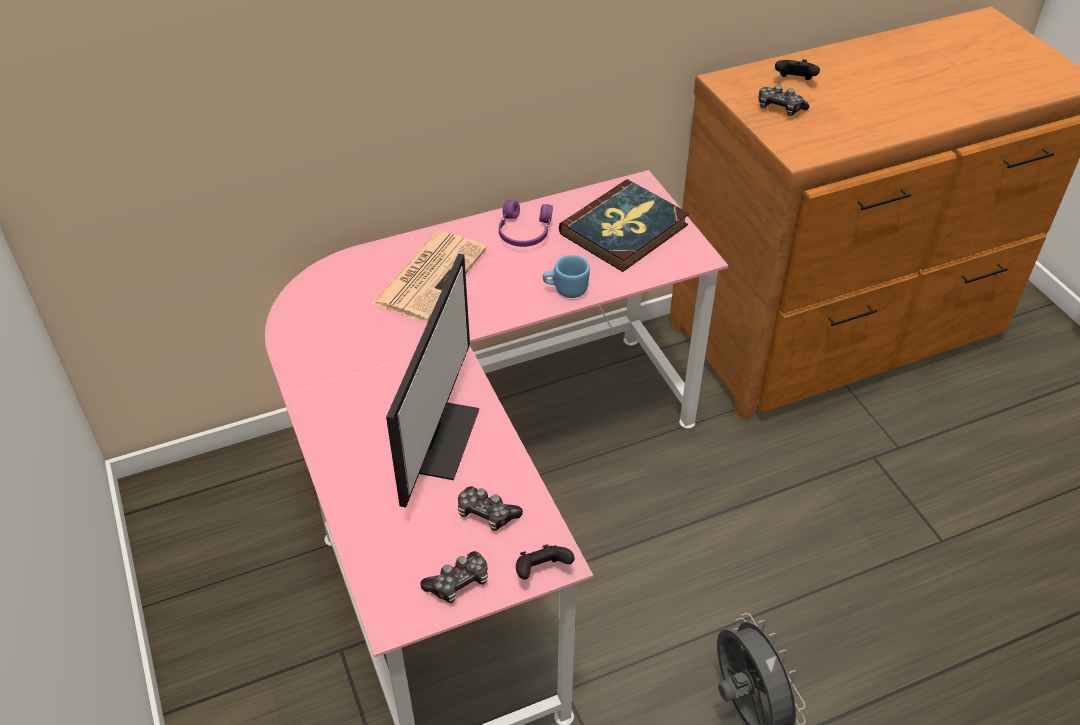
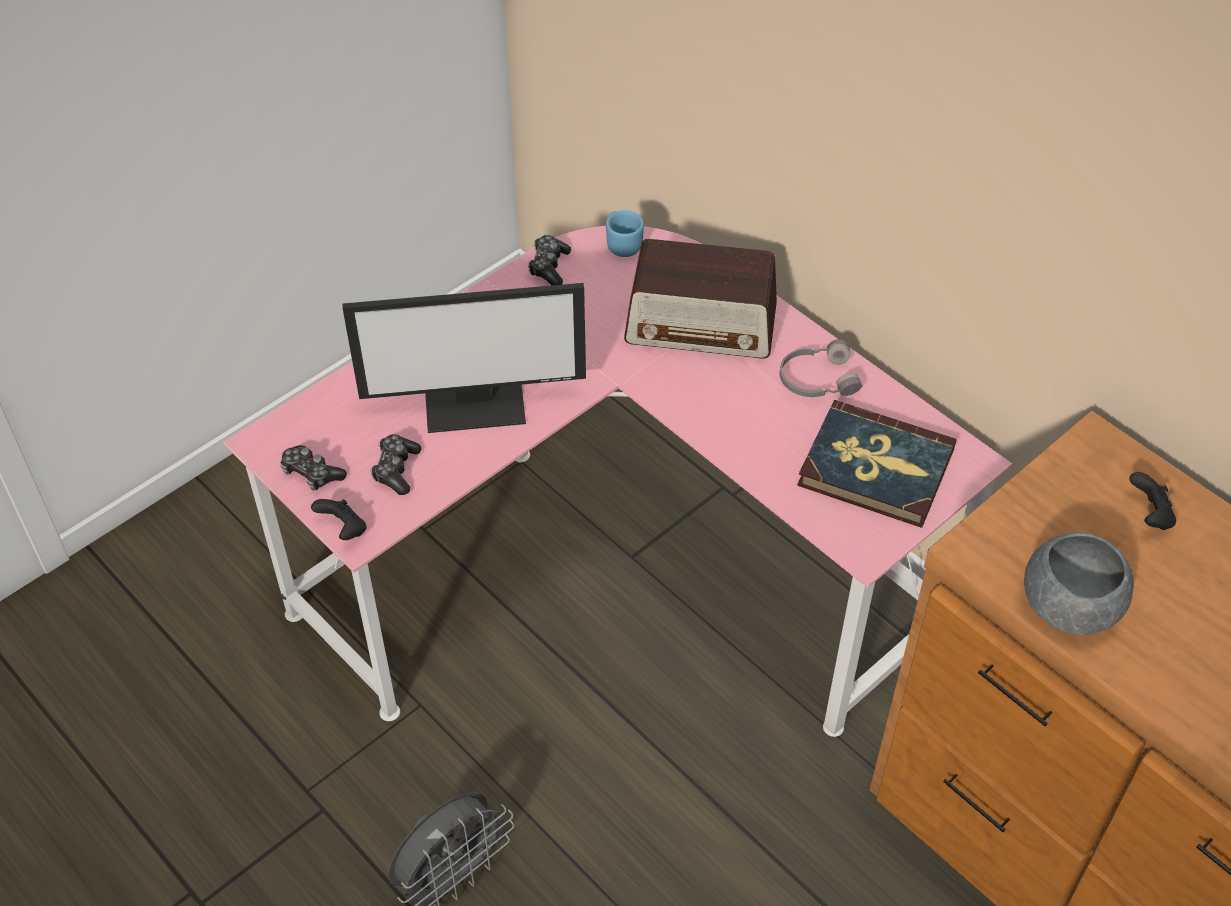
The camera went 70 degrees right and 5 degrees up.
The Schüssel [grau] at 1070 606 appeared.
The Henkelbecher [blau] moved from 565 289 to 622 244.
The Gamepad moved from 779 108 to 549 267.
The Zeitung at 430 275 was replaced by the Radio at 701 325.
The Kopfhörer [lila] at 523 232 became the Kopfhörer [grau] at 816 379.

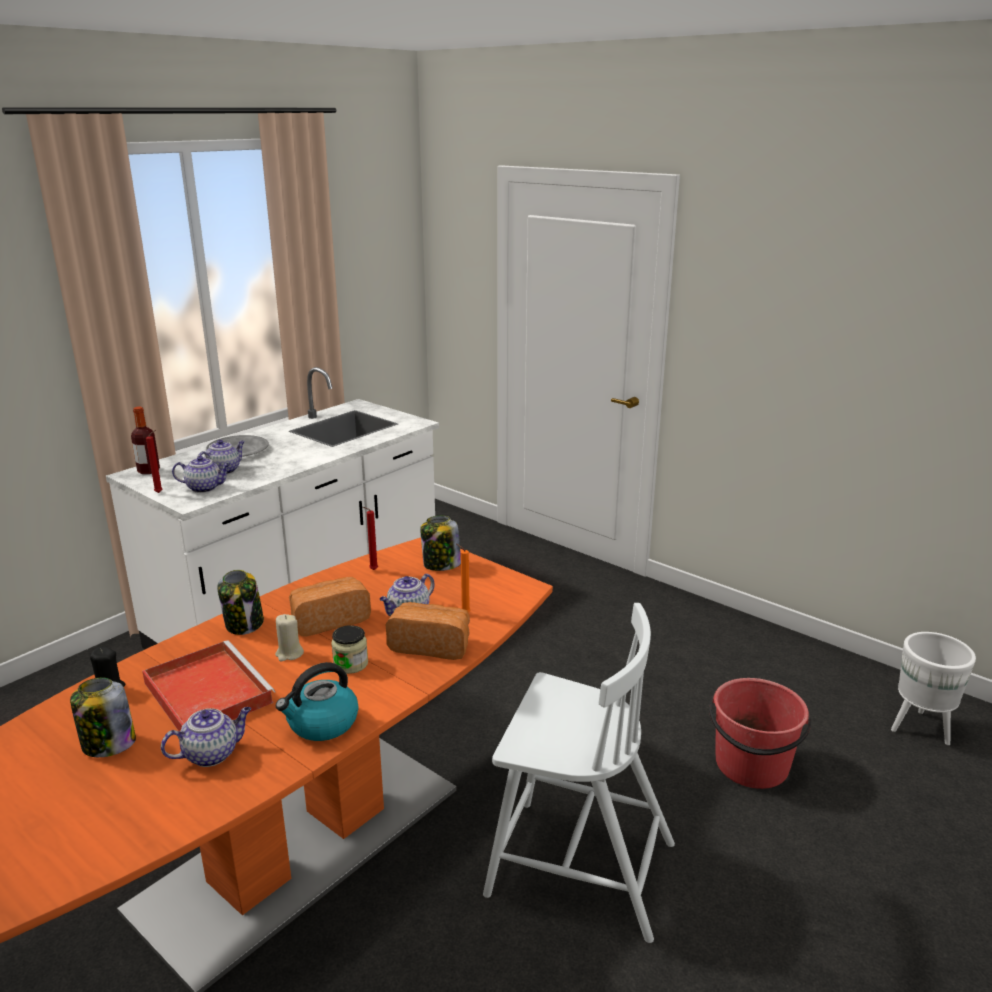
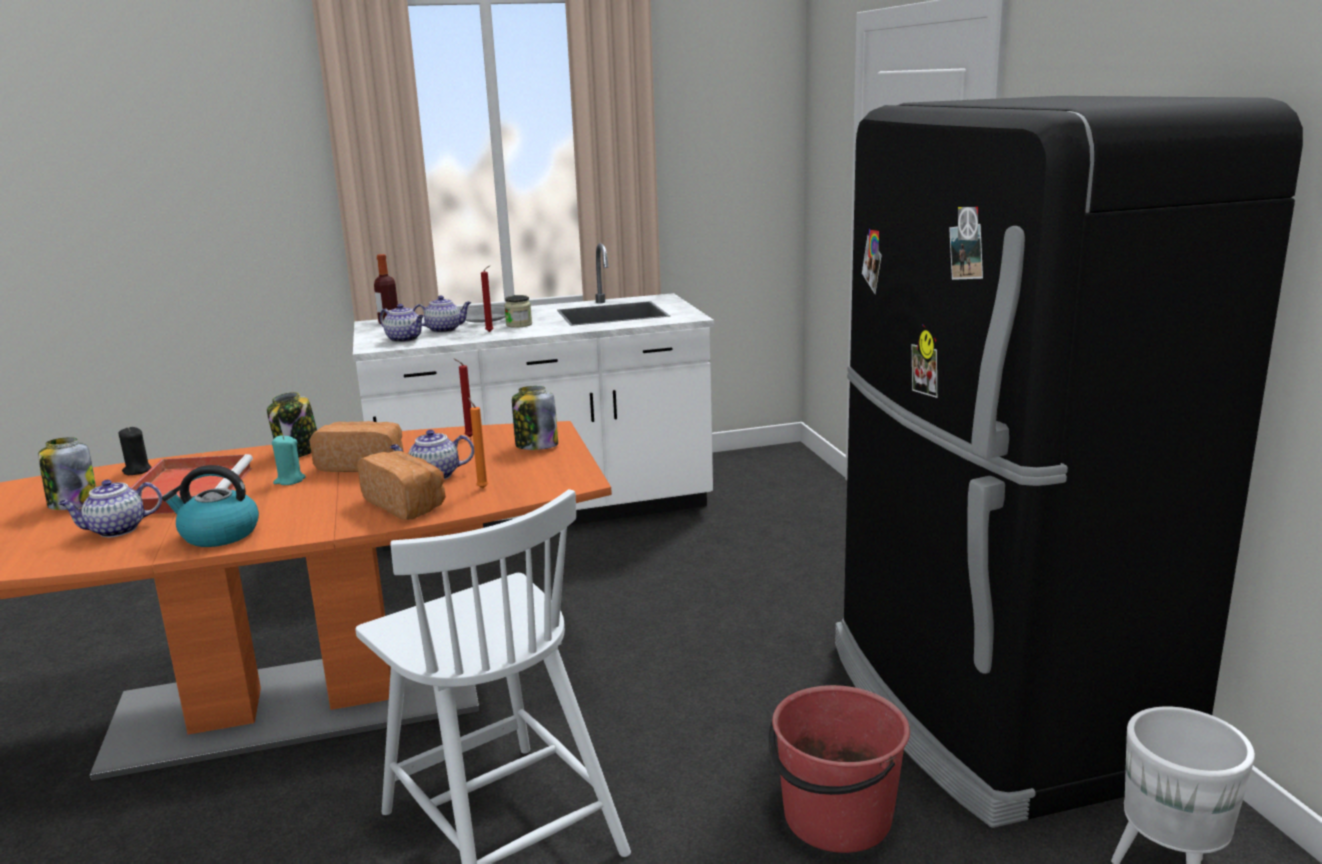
The camera went 35 degrees right and 5 degrees down.
The Kühlschrank [schwarz] at 992 709 appeared.
The Kerze [rot] moved from 160 492 to 490 332.
The Vorratsglas moved from 350 664 to 519 324.
The Kerze [beige] at 289 654 became the Kerze [türkis] at 289 480.
The Teekanne at 212 754 turned 150 degrees clockwise.

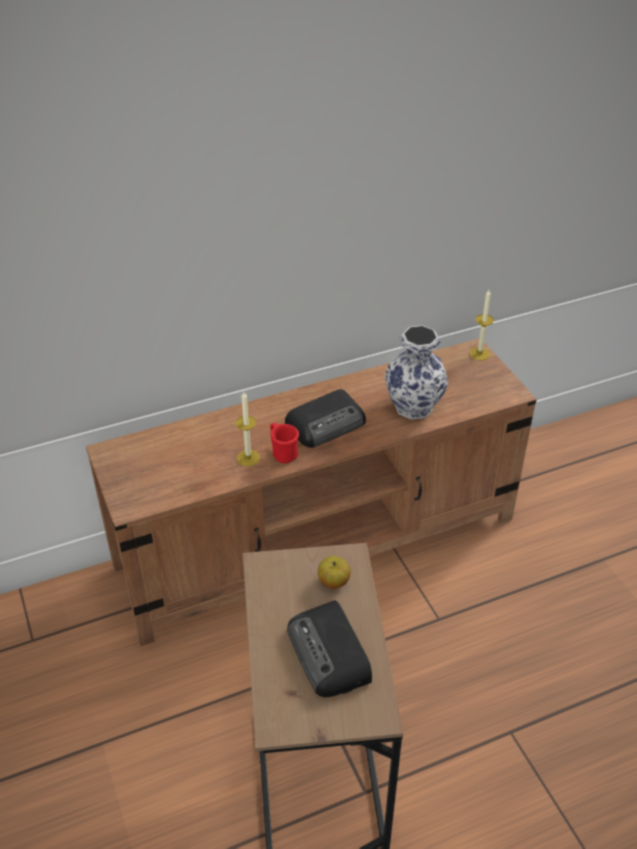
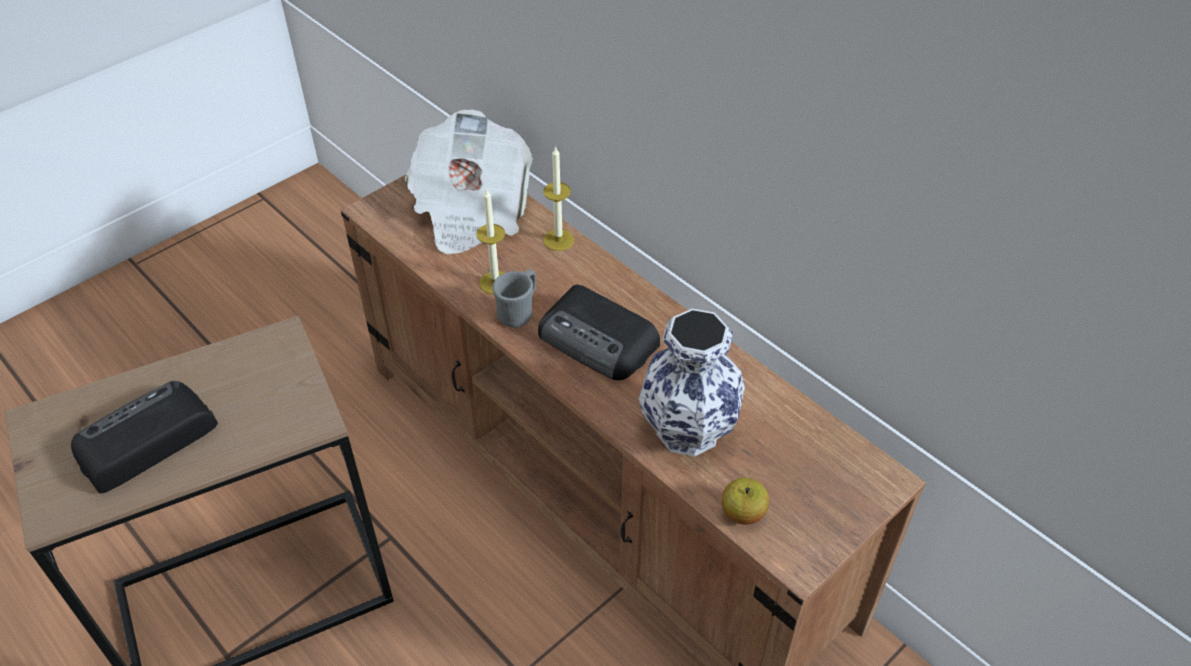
The camera went 70 degrees right and 5 degrees up.
The Zeitung at 471 210 appeared.
The Apfel moved from 334 581 to 743 513.
The Kerze moved from 479 354 to 558 240.
The Henkelbecher [rot] at 282 453 became the Henkelbecher [grau] at 519 312.

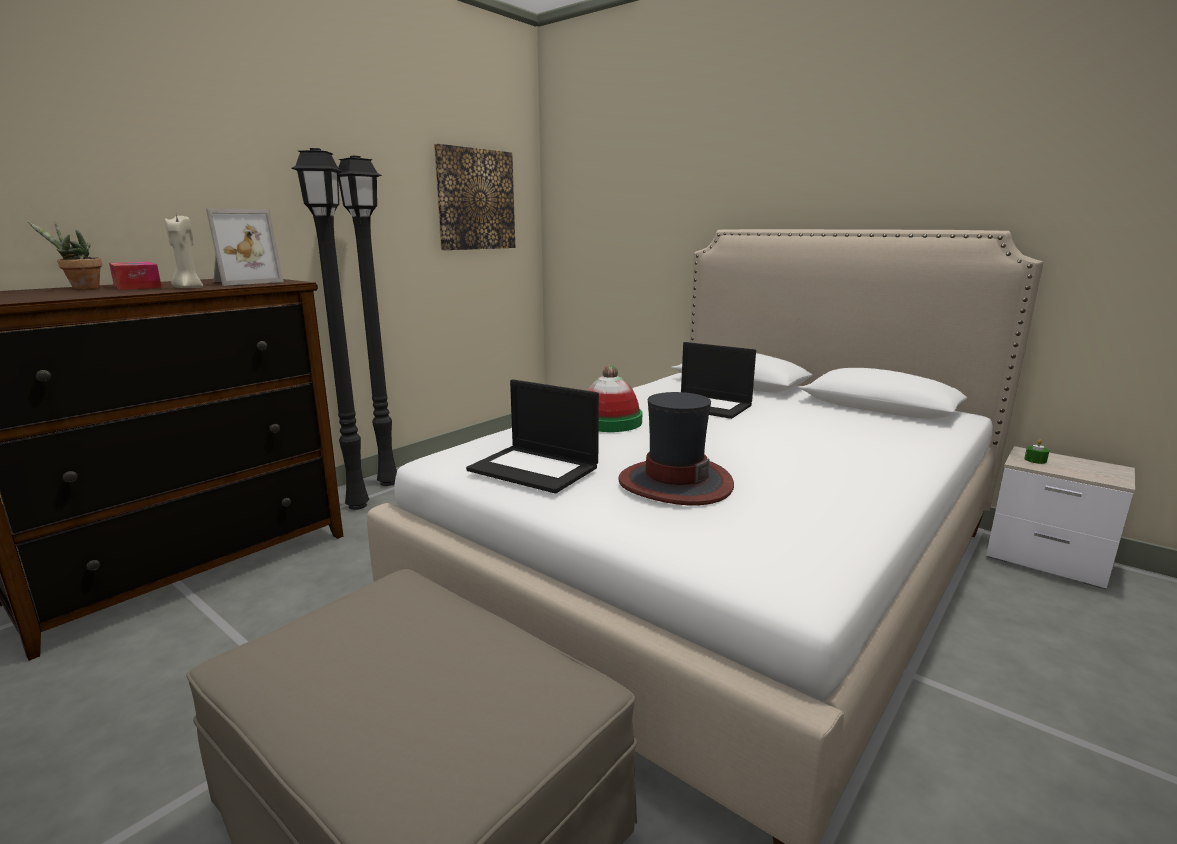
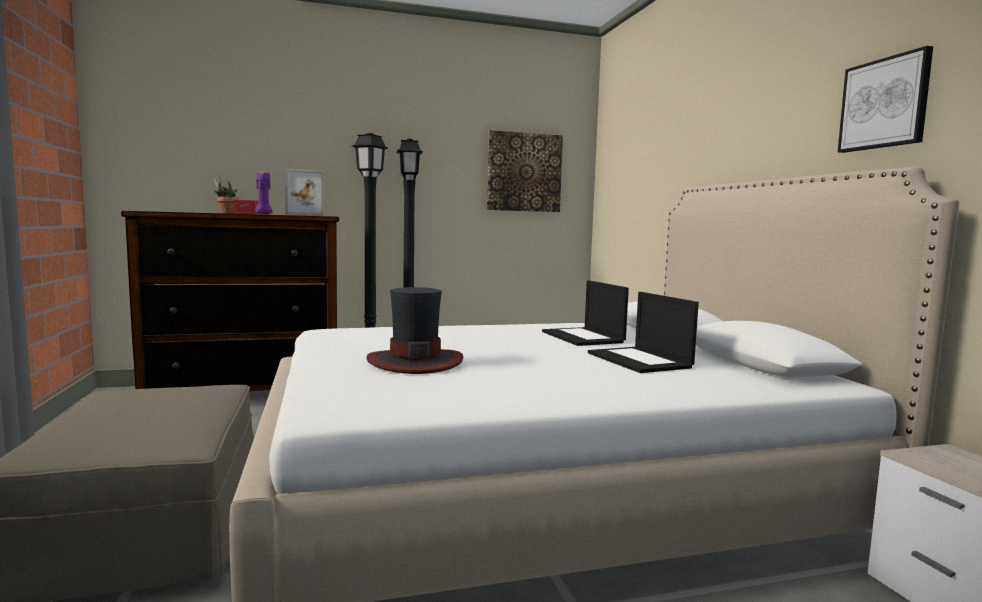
The camera went 35 degrees right and 10 degrees down.
The Hut at 609 422 disappeared.
The Kerze [grün] at 1035 460 disappeared.
The Bild at 884 103 appeared.
The Laptop moved from 535 469 to 640 360.
The Kerze [beige] at 188 288 became the Kerze [lila] at 263 214.

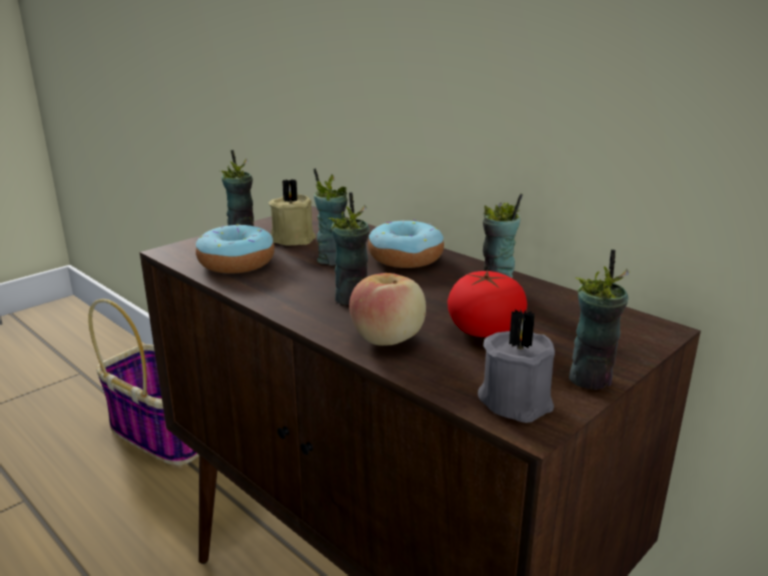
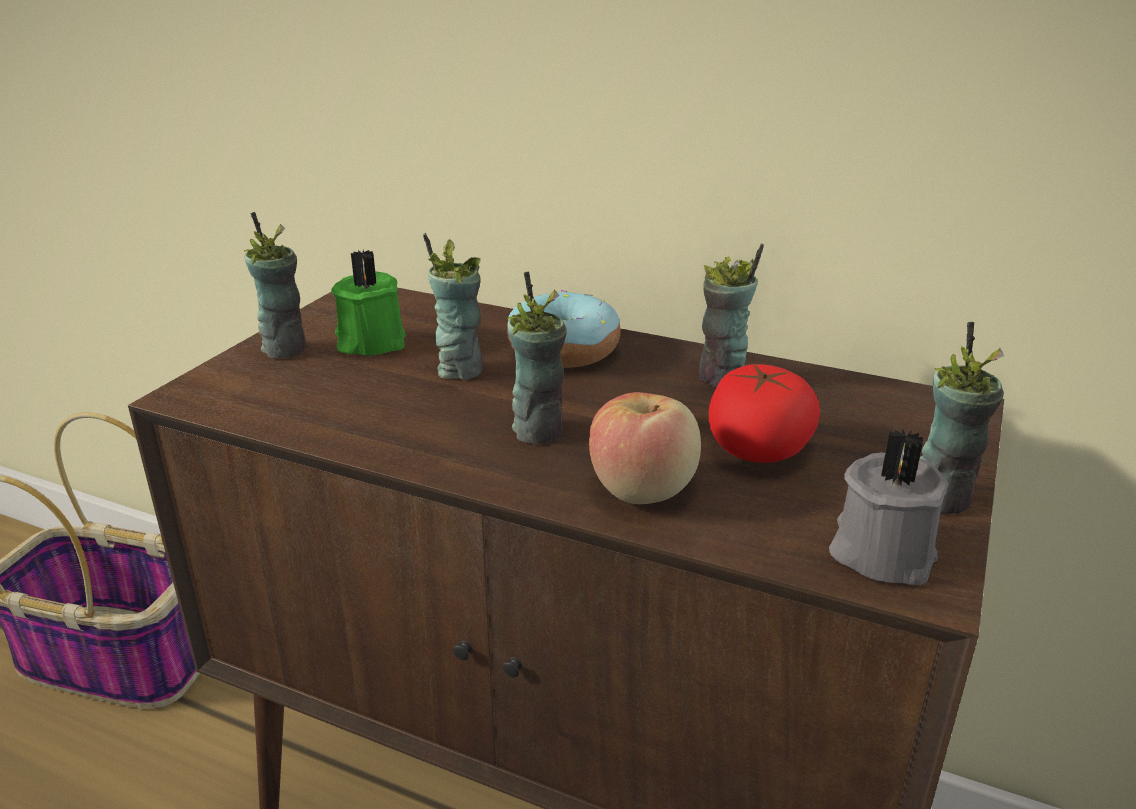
The camera went 20 degrees left and 5 degrees up.
The Donut at 236 263 disappeared.
The Kerze [beige] at 292 238 became the Kerze [grün] at 370 342.

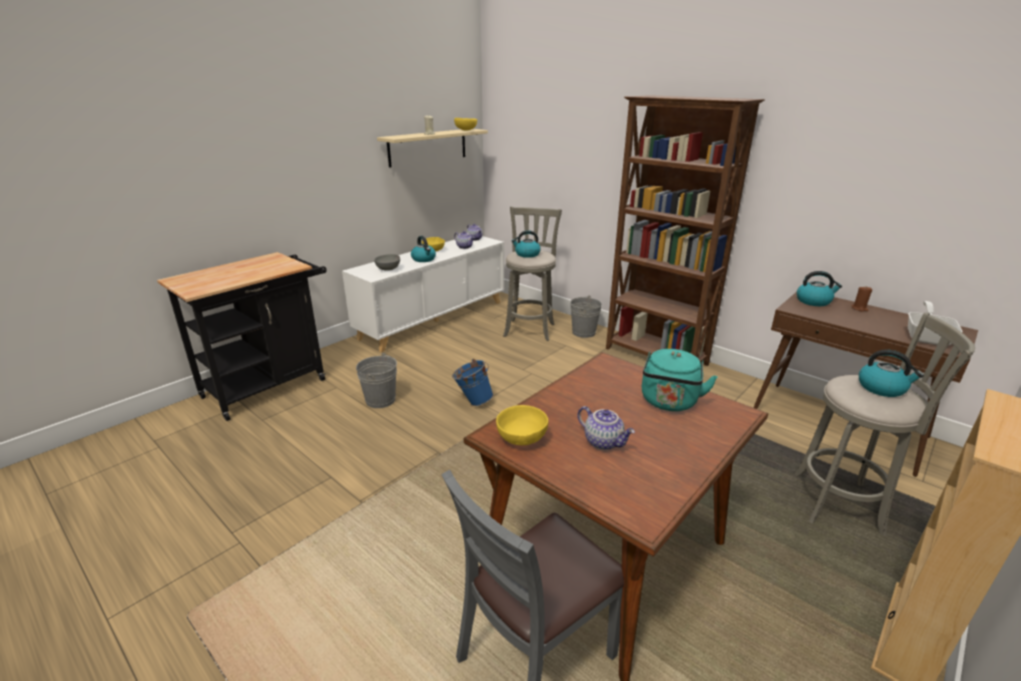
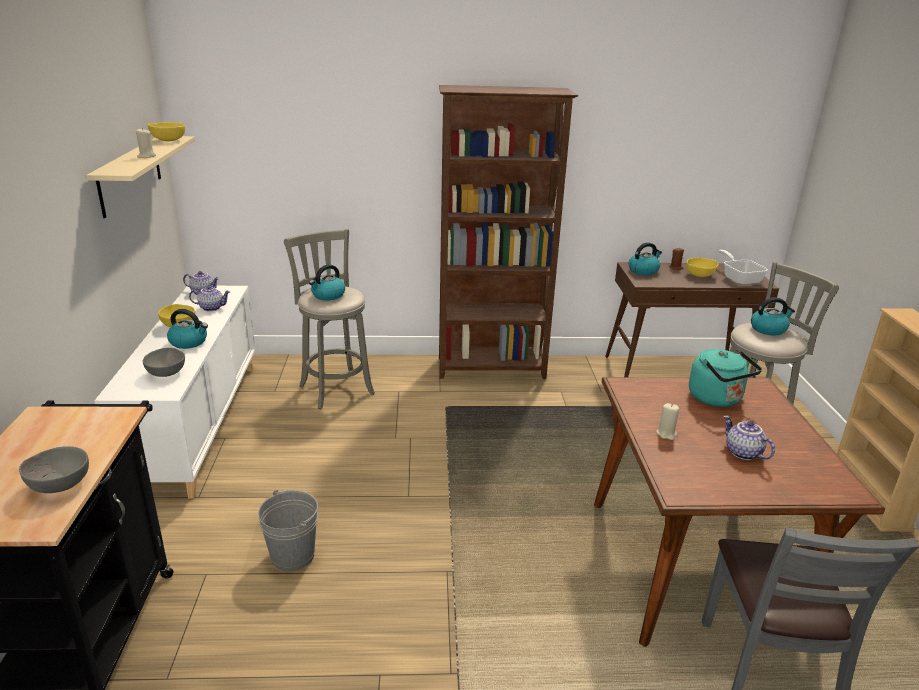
The camera went 45 degrees left and 0 degrees up.
The Eimer [blau] at 473 401 disappeared.
The Eimer [grau] at 583 332 disappeared.
The Schüssel [grau] at 59 485 appeared.
The Kerze [beige] at 666 434 appeared.
The Schüssel [gelb] moved from 521 440 to 700 276.
The Teekanne at 604 442 turned 120 degrees counterclockwise.

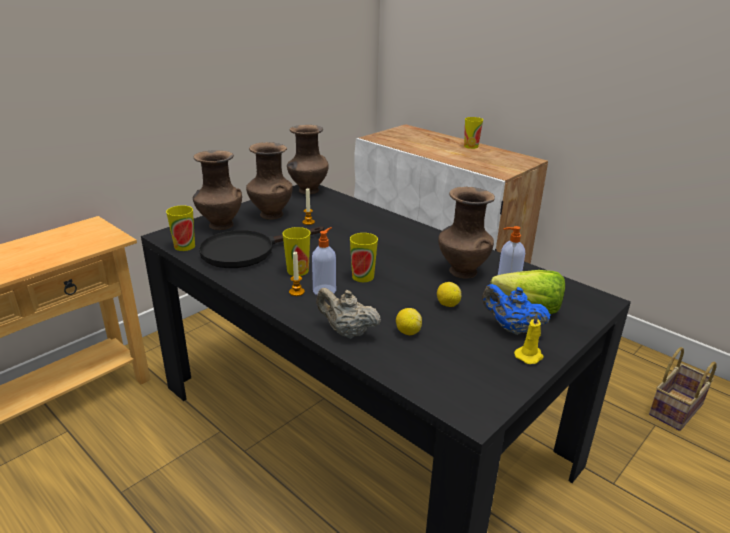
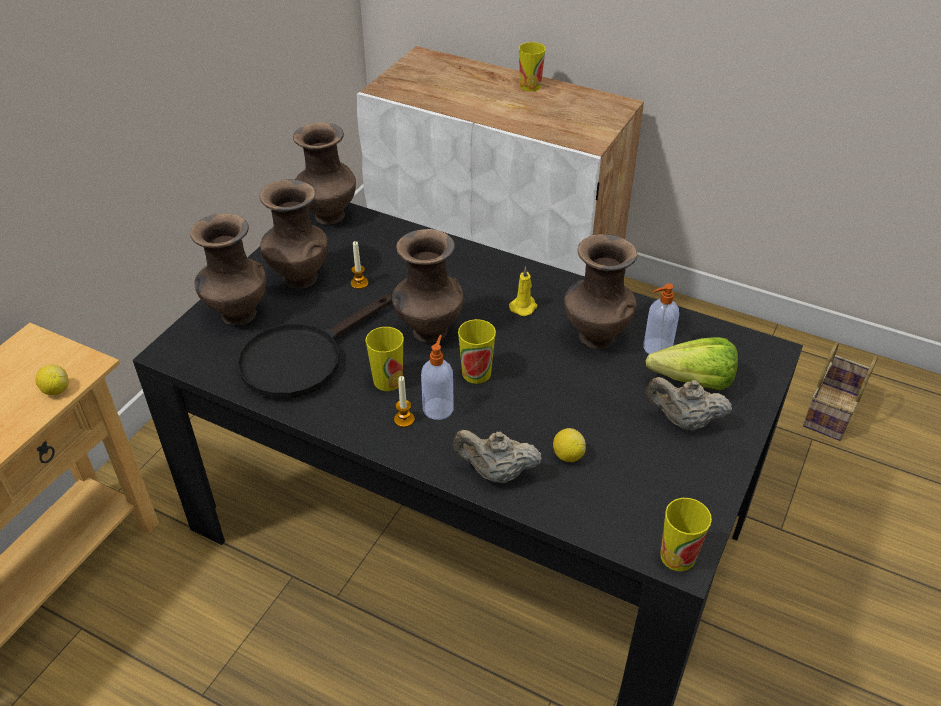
The camera went 15 degrees left and 15 degrees up.
The Vase [braun] at 428 331 appeared.
The Tasse moved from 184 246 to 677 556.
The Zitrone moved from 447 304 to 56 390.
The Kerze [gelb] moved from 529 356 to 524 306.
The Teekanne [blau] at 511 328 became the Teekanne [beige] at 683 421.

